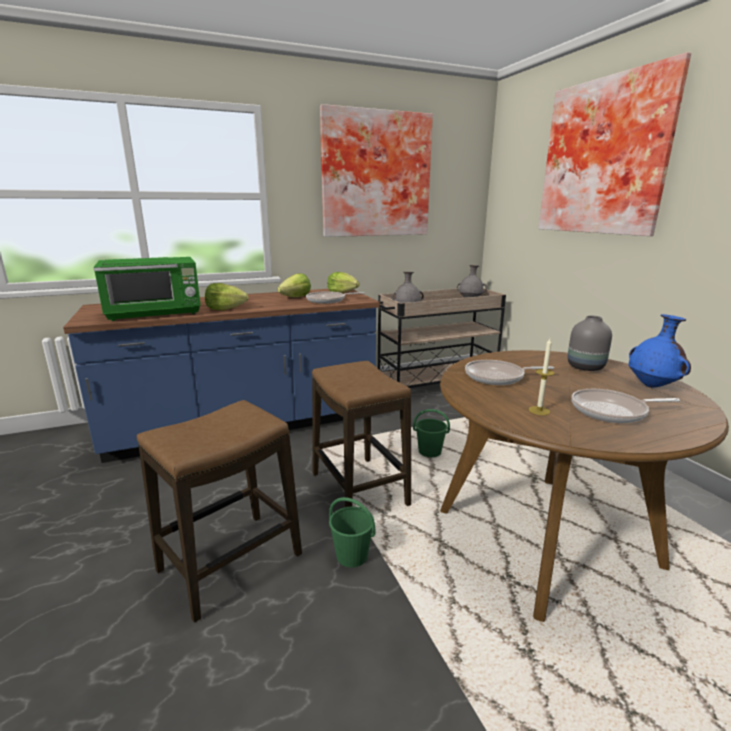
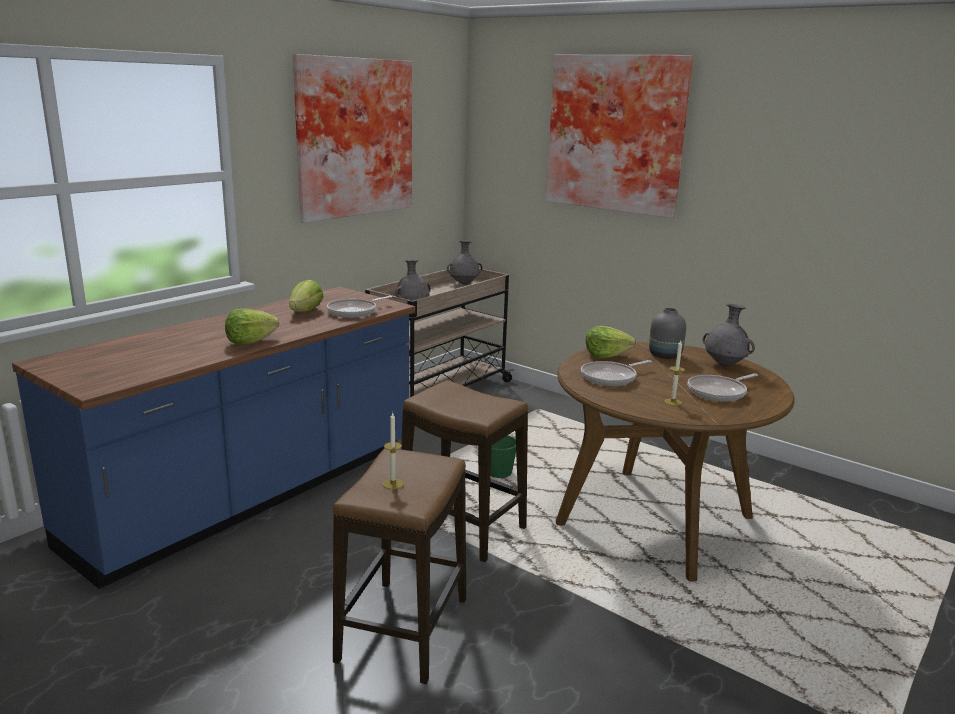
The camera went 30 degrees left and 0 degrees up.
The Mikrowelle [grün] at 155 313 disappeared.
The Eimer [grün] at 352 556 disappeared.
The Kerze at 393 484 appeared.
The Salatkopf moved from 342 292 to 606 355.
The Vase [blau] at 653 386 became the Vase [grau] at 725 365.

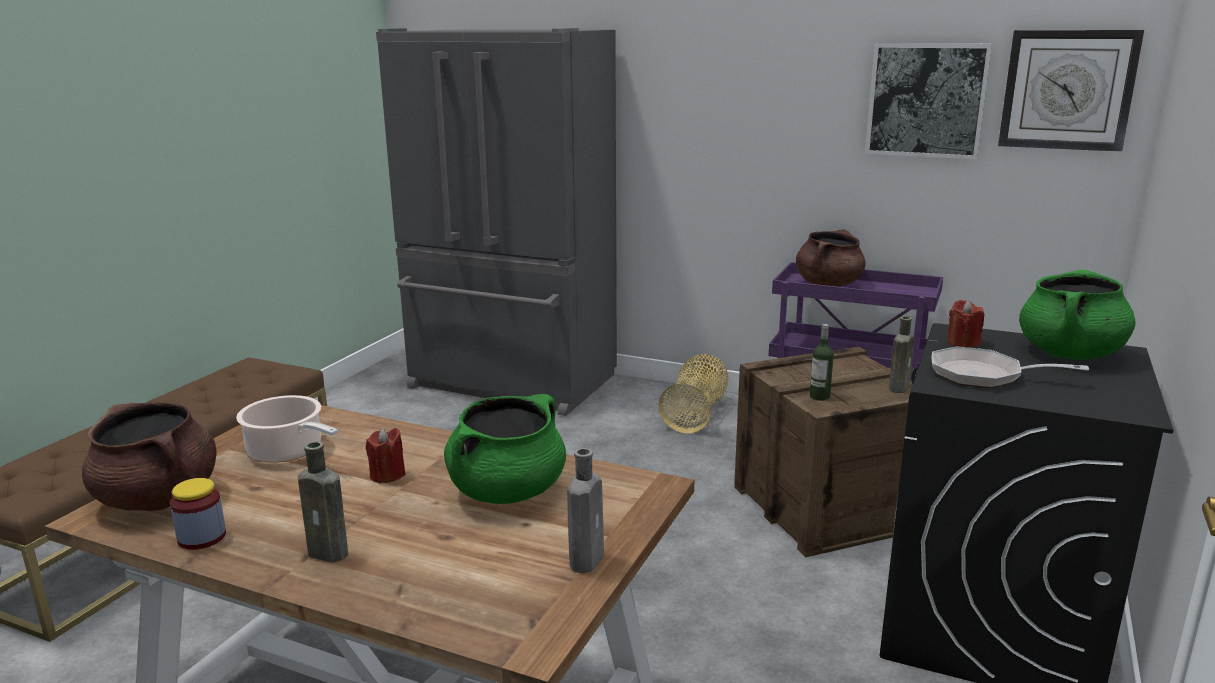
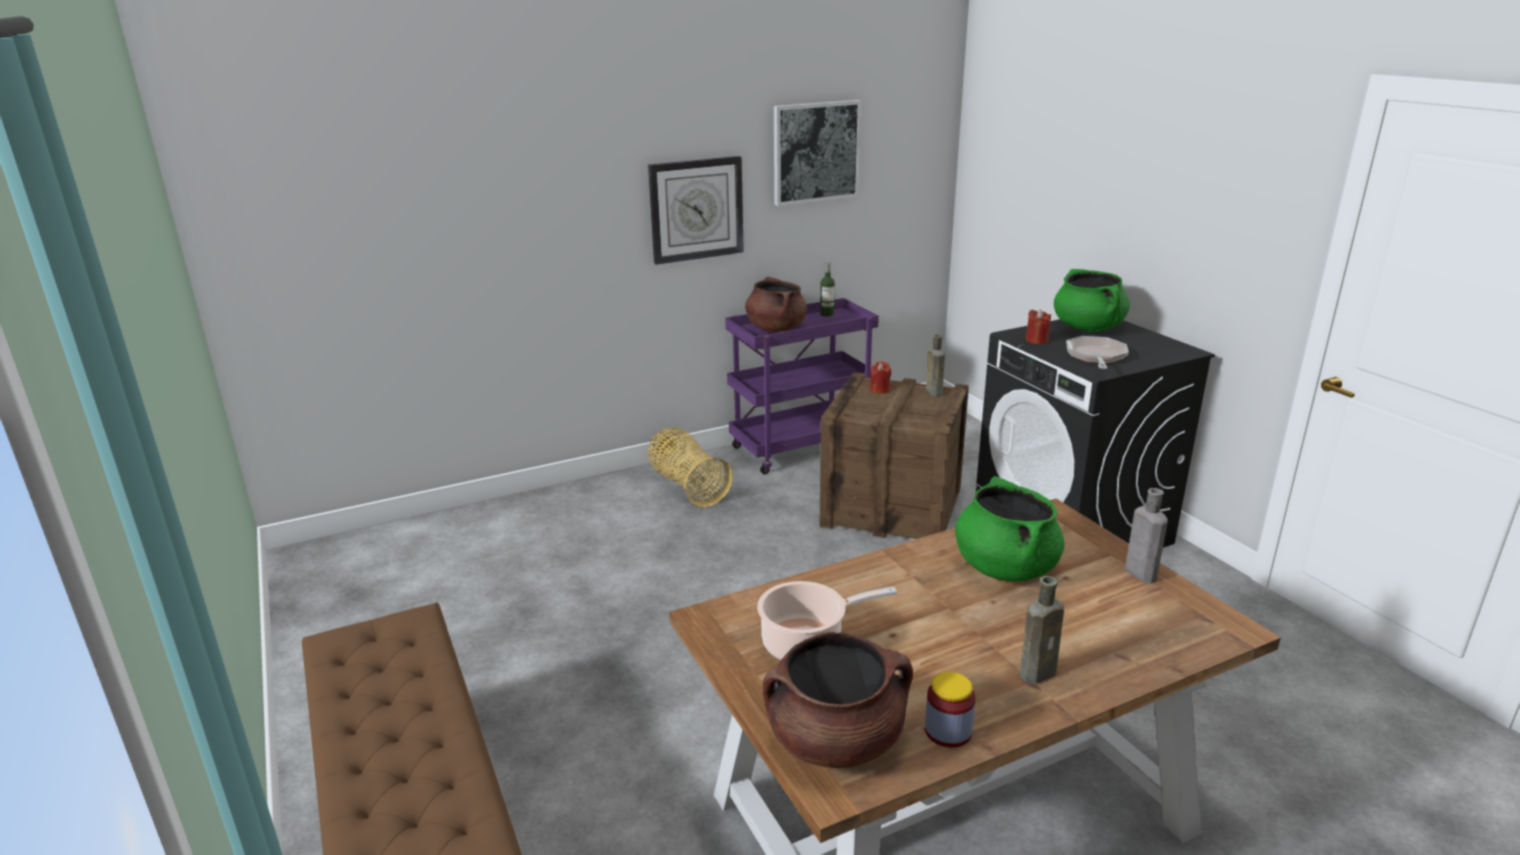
The camera went 50 degrees left and 5 degrees up.
The Kühlschrank [grau] at 511 383 disappeared.
The Kerze [rot] moved from 387 475 to 880 390.
The Flasche moved from 819 397 to 827 314.
The Wanduhr moved from 1067 90 to 696 209.
The Pfanne at 983 375 turned 135 degrees clockwise.

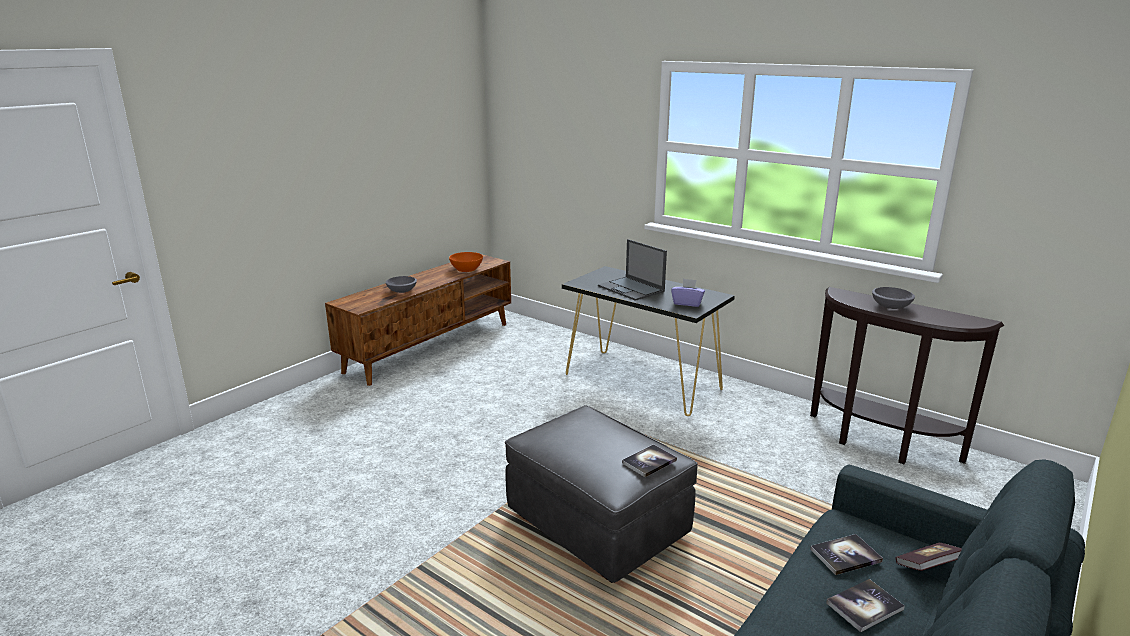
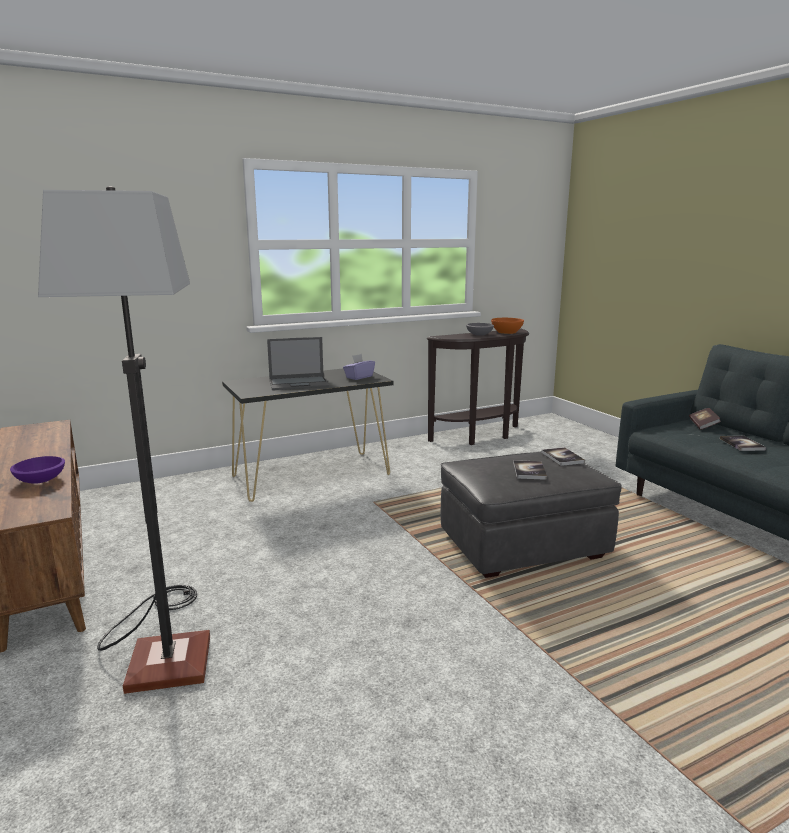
The camera went 65 degrees left and 5 degrees down.
The Stehlampe at 165 647 appeared.
The Schüssel [orange] moved from 466 269 to 506 332.
The Buch moved from 845 555 to 529 471.
The Schüssel [grau] at 401 291 became the Schüssel [lila] at 40 480.

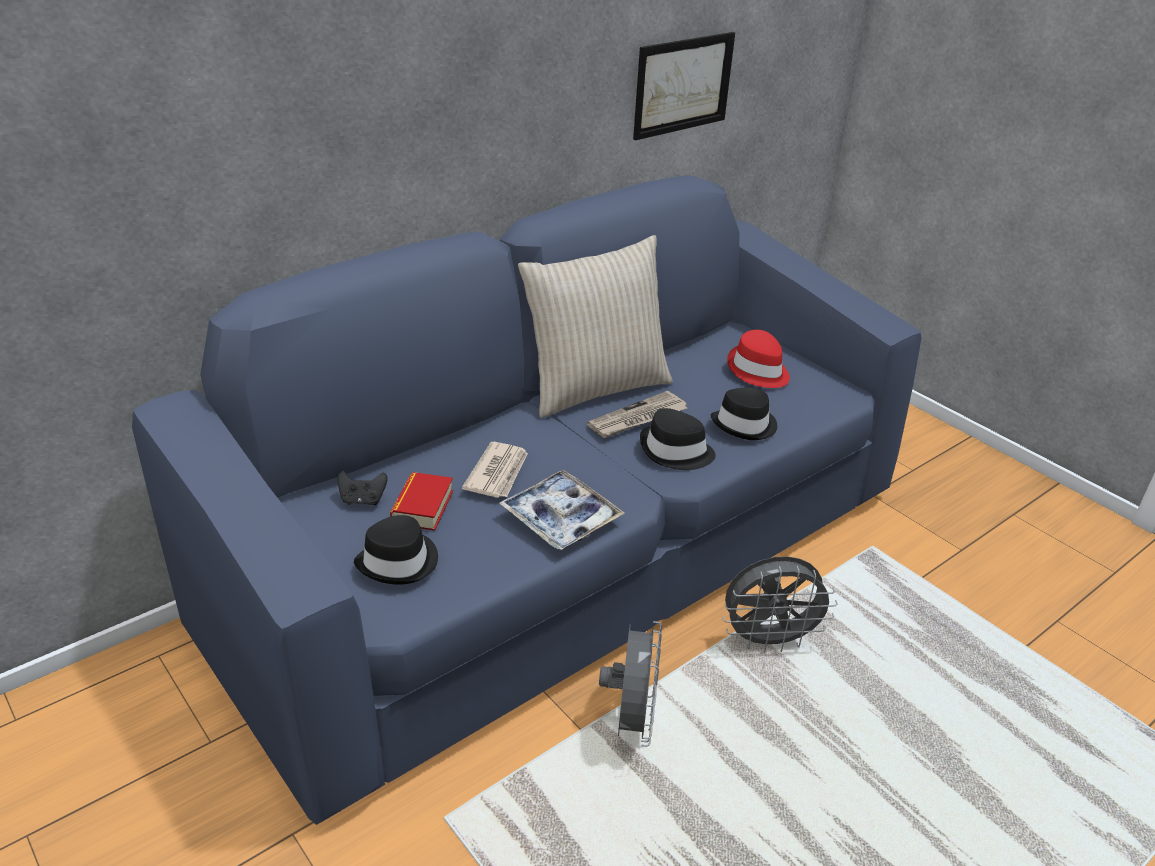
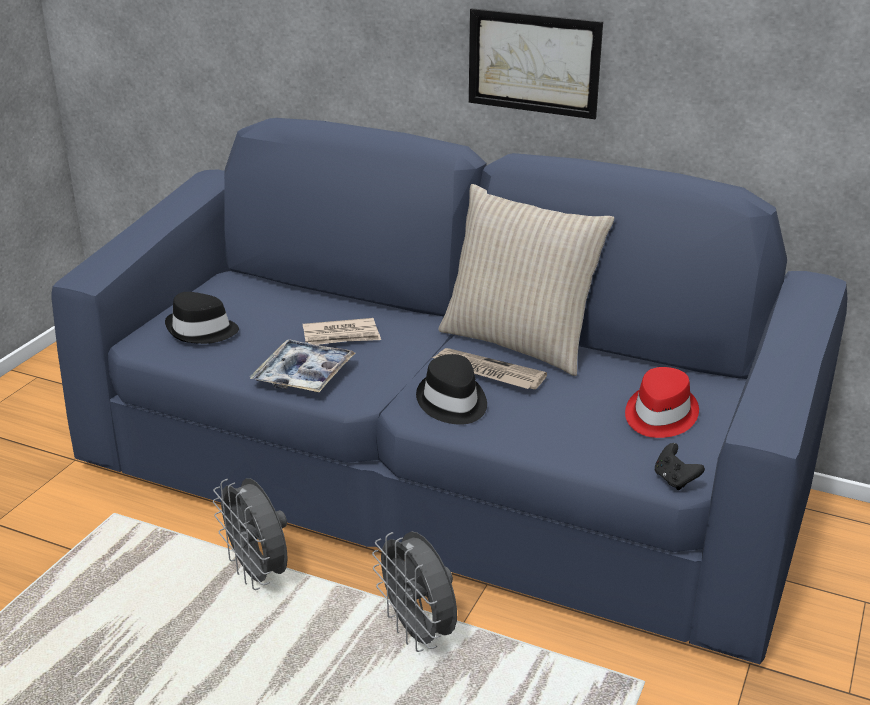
The camera went 65 degrees right and 5 degrees down.
The Buch at 422 507 disappeared.
The Hut [schwarz] at 745 425 disappeared.
The Gamepad [schwarz] moved from 362 500 to 675 480.
The Bild moved from 683 85 to 533 63.
The Ventilator [grau] at 631 720 turned 75 degrees clockwise.

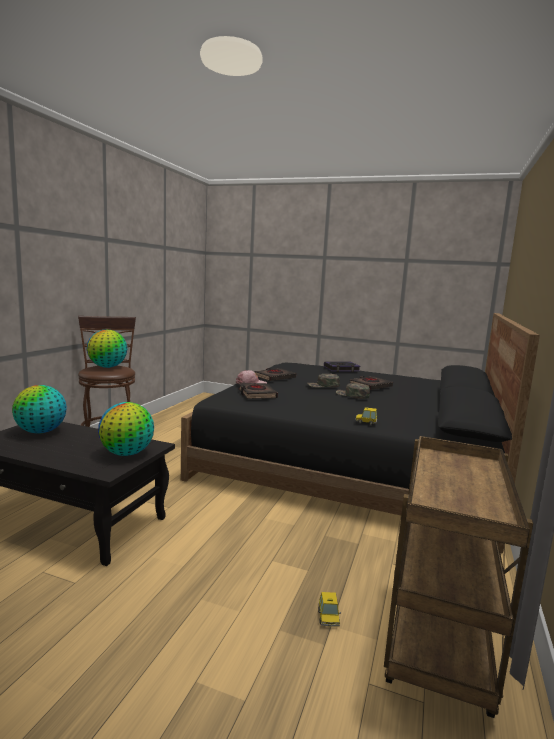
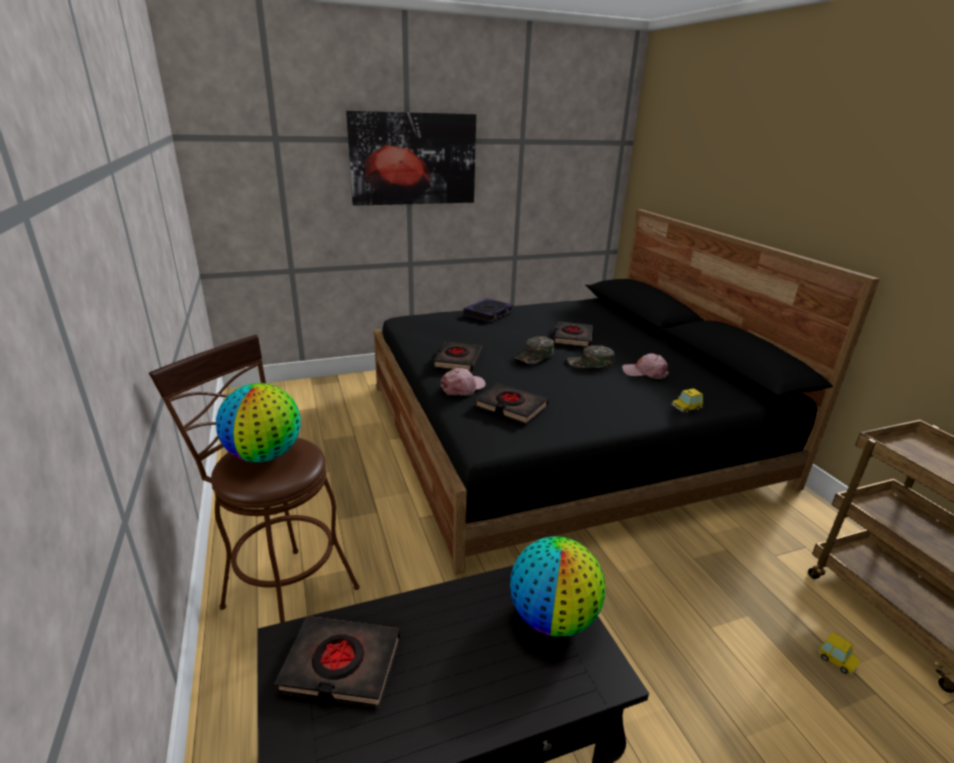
The camera went 40 degrees left and 15 degrees up.
The Bild at 413 159 appeared.
The Kappe [rosa] at 645 372 appeared.
The Globus at 41 432 was replaced by the Buch [schwarz] at 341 666.

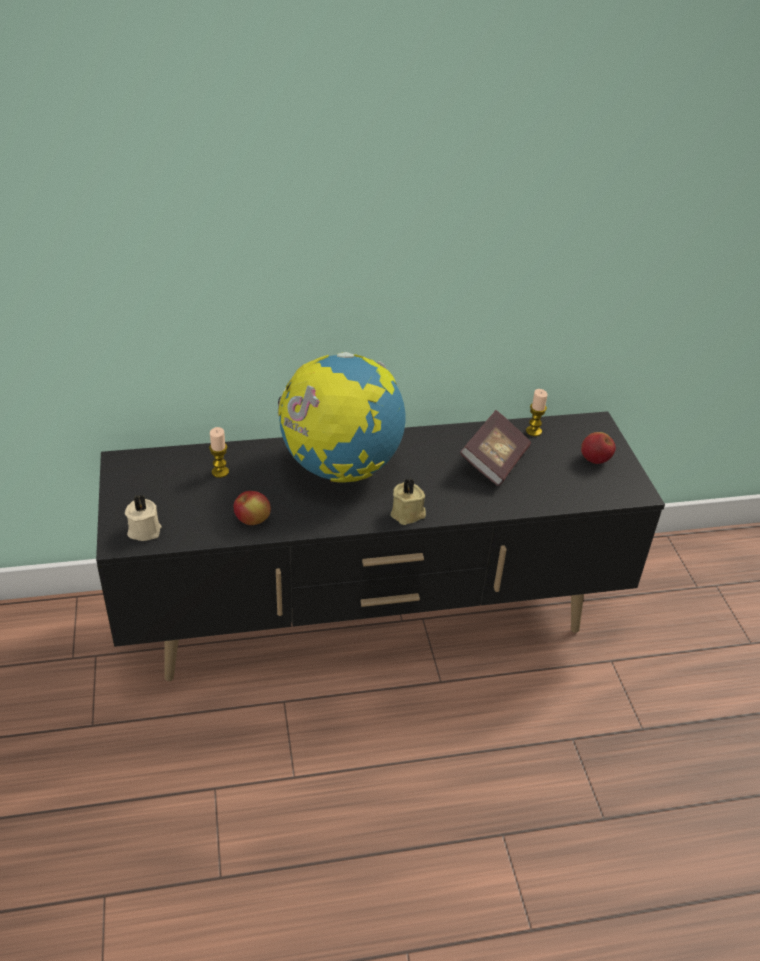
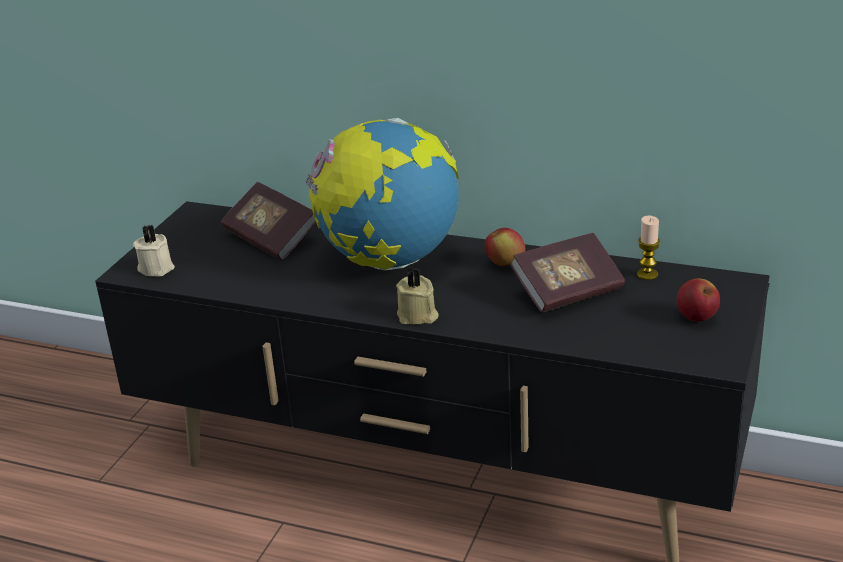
The camera went 35 degrees right and 10 degrees down.
The Apfel moved from 252 521 to 505 264.
The Kerze at 220 472 was replaced by the Buch at 271 238.

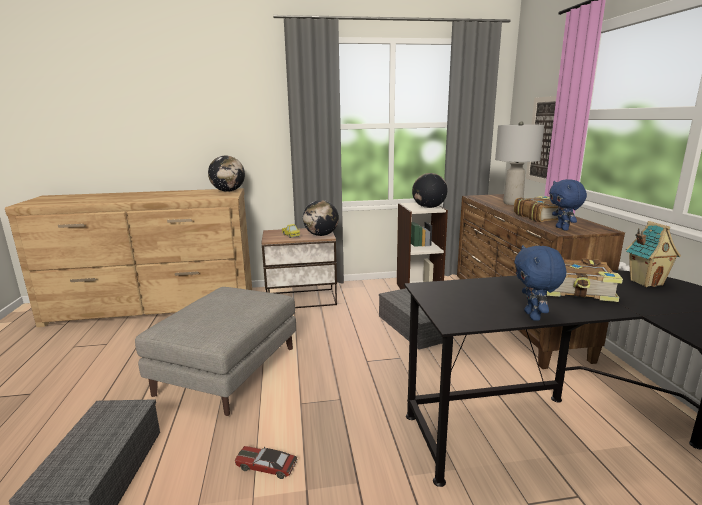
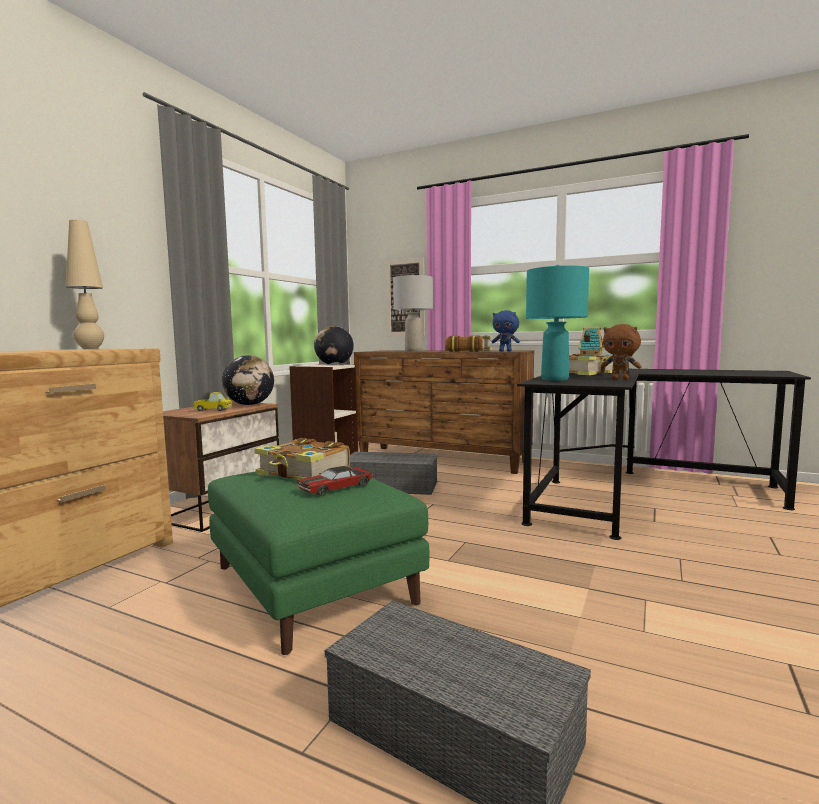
The camera went 55 degrees left and 10 degrees down.
The Buch at 304 473 appeared.
The Tischlampe [türkis] at 554 379 appeared.
The Spielzeugauto moved from 266 466 to 335 488.
The Globus at 228 191 was replaced by the Tischlampe [beige] at 90 348.
The Polsterhocker [grau] at 227 372 became the Polsterhocker [grün] at 315 586.
The Plüschtier [blau] at 533 316 became the Plüschtier [braun] at 620 379.

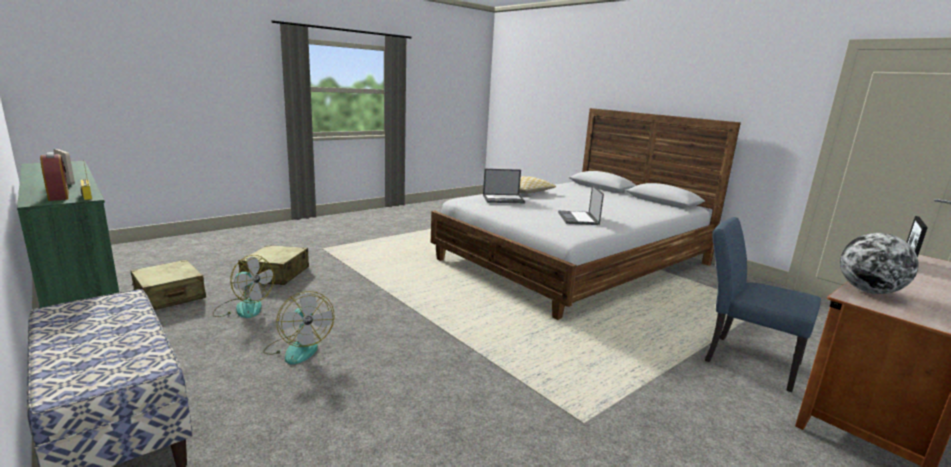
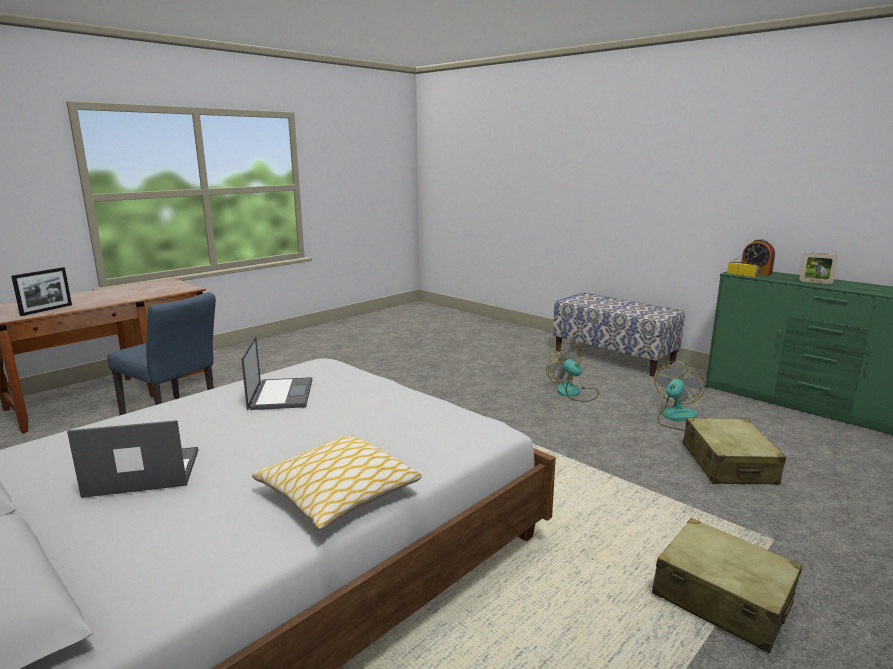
The camera went 175 degrees right and 0 degrees up.
The Globus at 868 291 disappeared.
The Koffer [beige] moved from 169 296 to 722 598.
The Laptop moved from 504 199 to 142 473.
The Ventilator at 243 308 turned 105 degrees clockwise.

